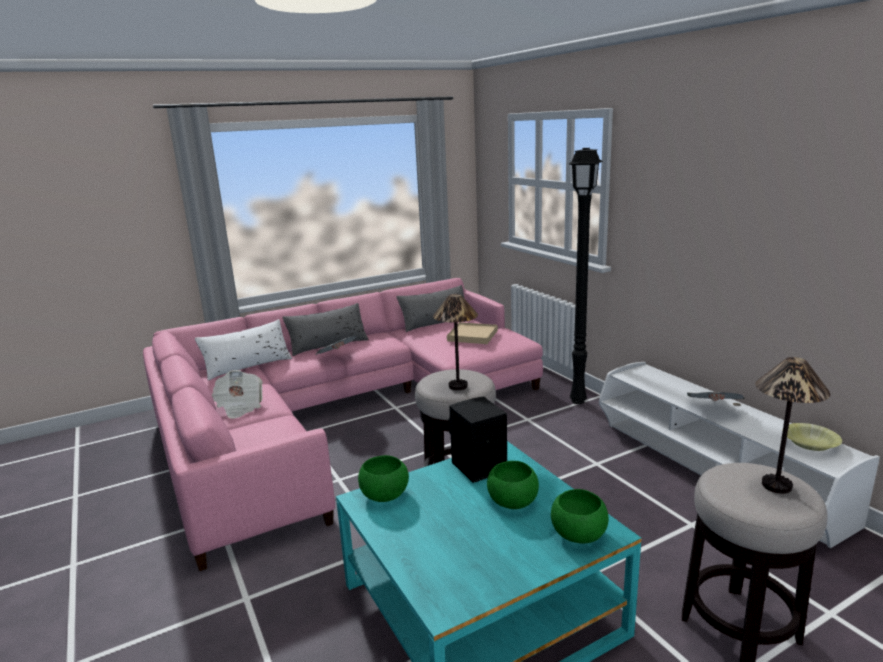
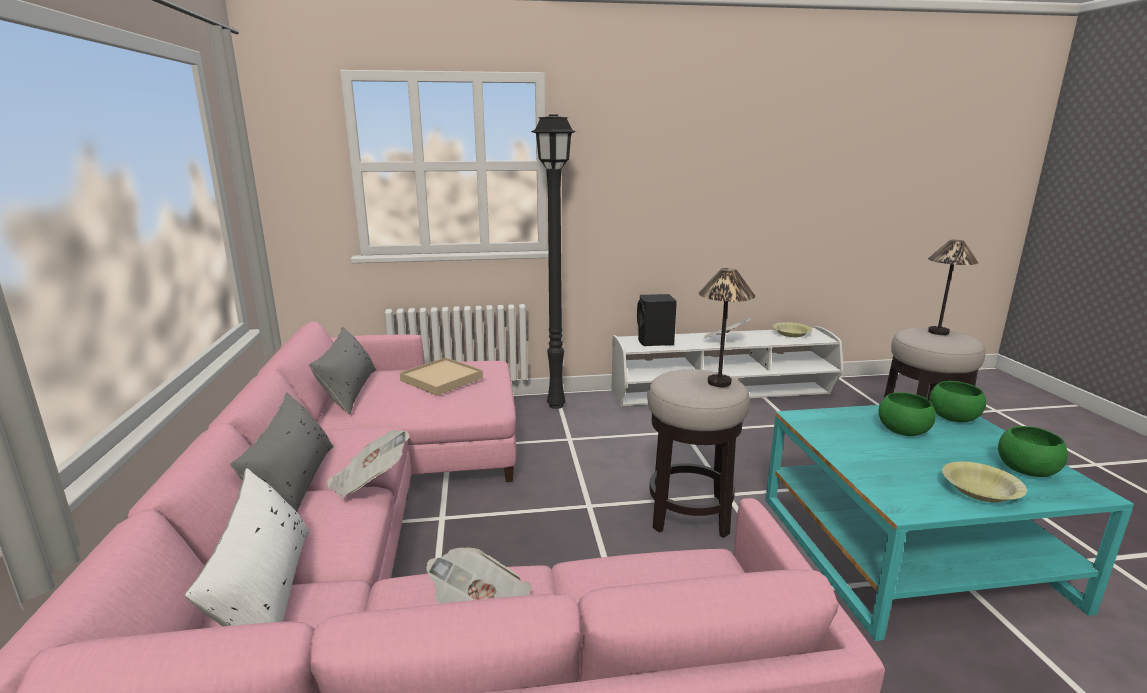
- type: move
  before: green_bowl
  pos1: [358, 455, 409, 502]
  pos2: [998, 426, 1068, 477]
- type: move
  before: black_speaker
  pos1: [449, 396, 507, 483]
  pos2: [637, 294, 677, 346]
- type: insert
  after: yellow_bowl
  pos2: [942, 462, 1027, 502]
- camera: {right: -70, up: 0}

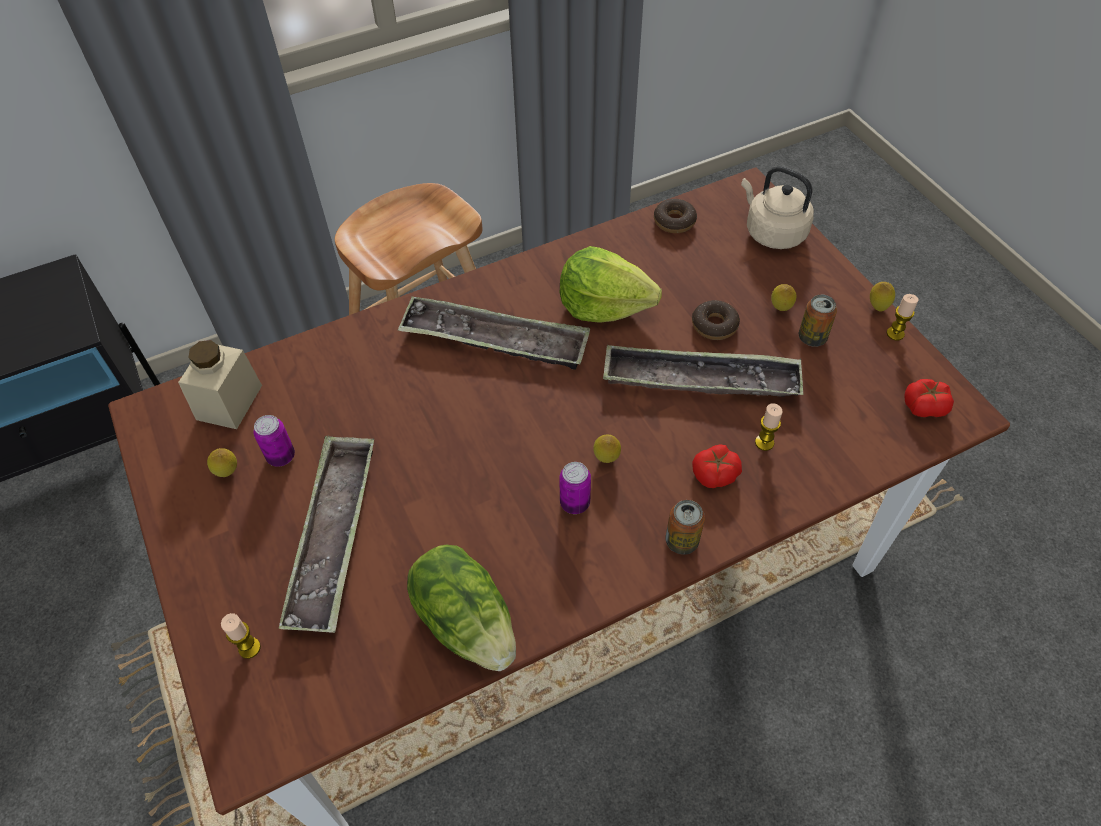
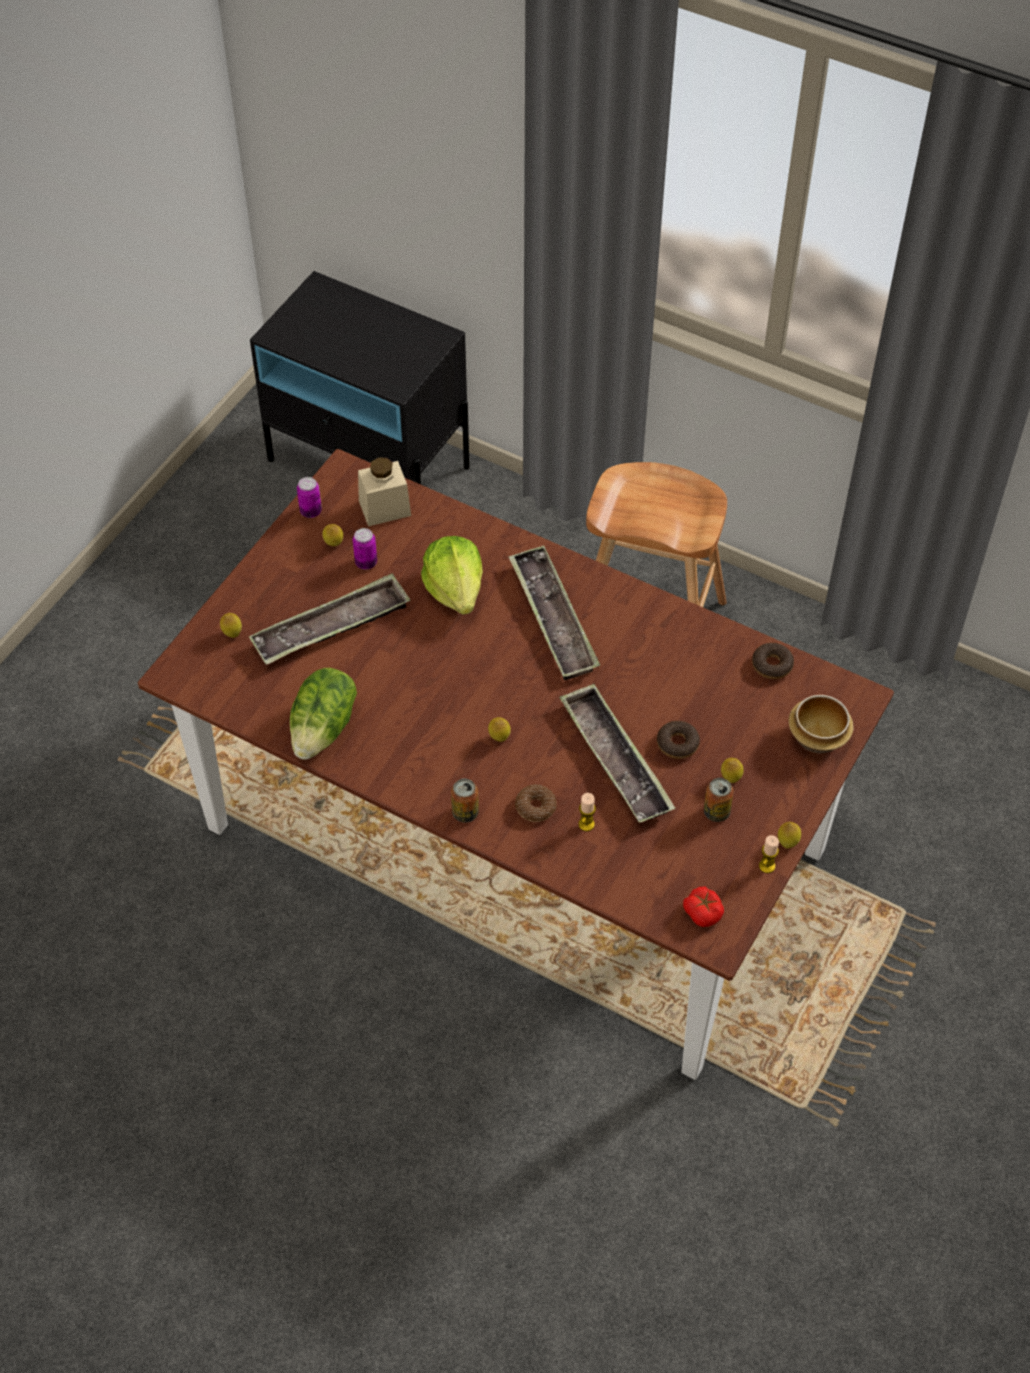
- type: replace
  before: candle
  after: lemon
  pos1: [221, 613, 261, 659]
  pos2: [220, 613, 242, 638]
- type: move
  before: can
  pos1: [559, 462, 591, 514]
  pos2: [297, 477, 322, 518]
- type: move
  before: lettuce
  pos1: [560, 246, 662, 323]
  pos2: [421, 536, 483, 615]
- type: replace
  before: tomato
  after: donut
  pos1: [692, 444, 742, 488]
  pos2: [515, 784, 556, 822]
- type: replace
  before: beige_kettle
  after: bowl
  pos1: [741, 166, 814, 249]
  pos2: [788, 695, 854, 753]
- camera: {right: 55, up: 0}

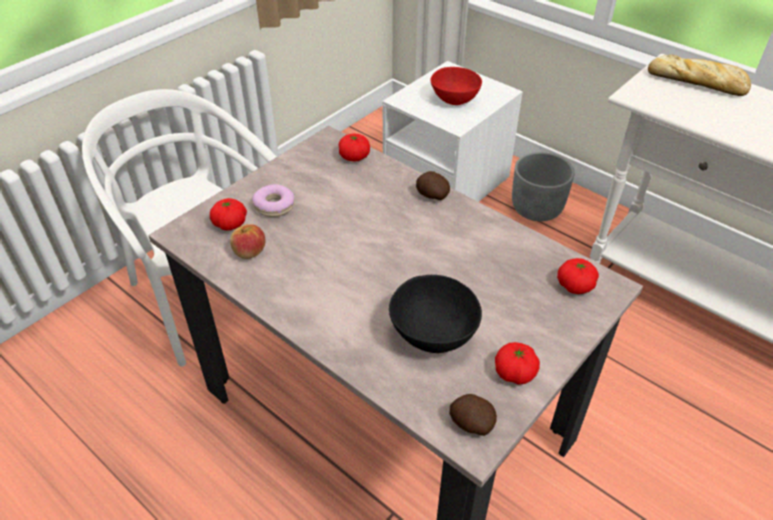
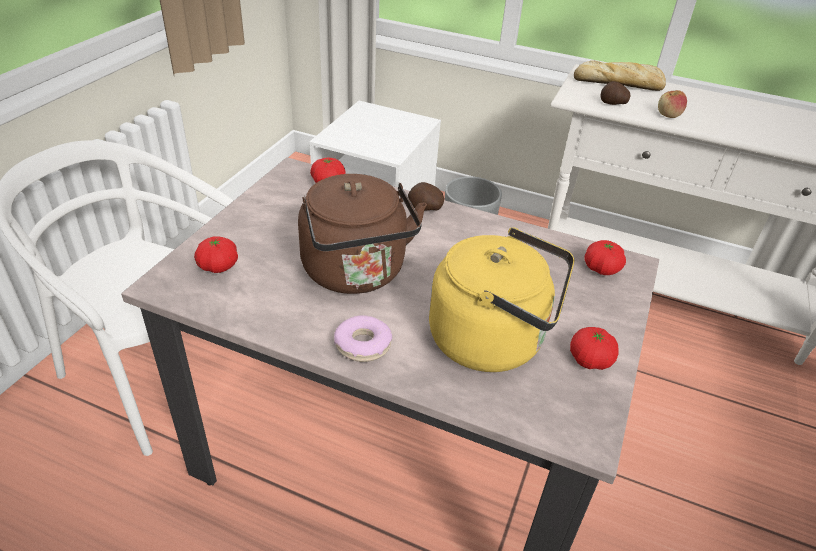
- type: move
  before: apple
  pos1: [230, 224, 266, 259]
  pos2: [658, 90, 687, 118]
- type: move
  before: donut
  pos1: [252, 184, 295, 217]
  pos2: [334, 315, 392, 362]
- type: replace
  before: black_bowl
  after: yellow_kettle
  pos1: [389, 275, 482, 353]
  pos2: [429, 227, 574, 372]
- type: delete
  before: red_bowl
  pos1: [431, 67, 482, 105]
- type: move
  before: potato
  pos1: [449, 394, 497, 436]
  pos2: [600, 81, 631, 105]
- type: insert
  after: brown_kettle
  pos2: [298, 174, 427, 294]
- camera: {right: -20, up: -5}

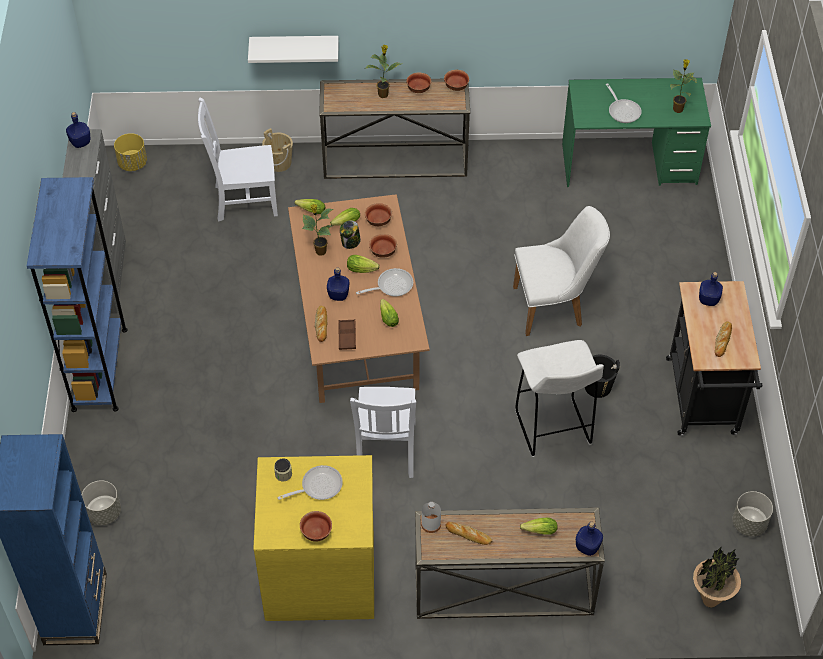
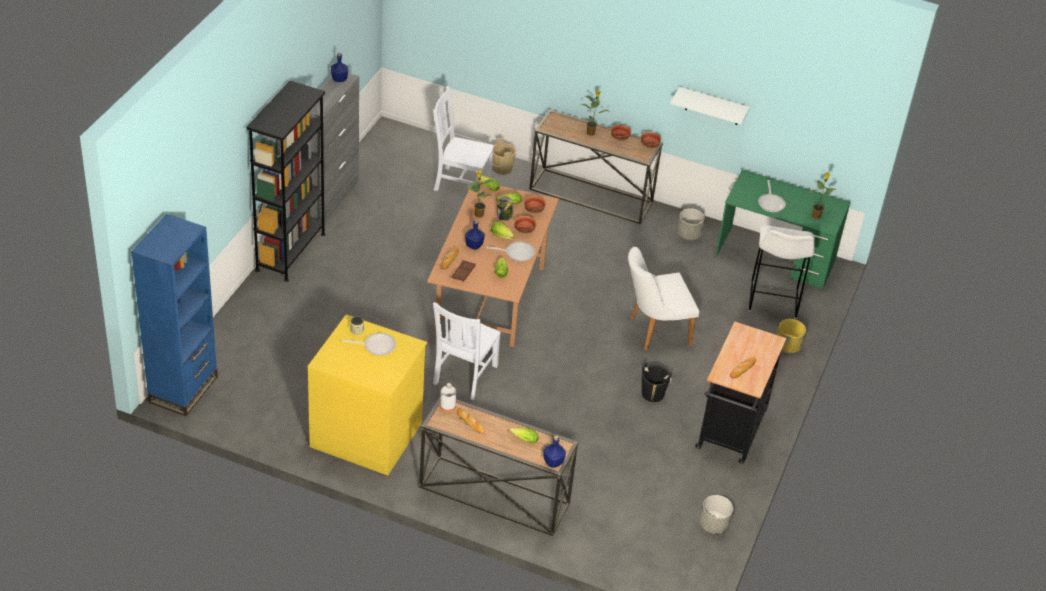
- type: recolor
  before: blue_bookcase
  after: black_bookcase
  pos1: [27, 177, 127, 412]
  pos2: [247, 81, 326, 282]
- type: move
  before: grey_planter
  pos1: [82, 480, 121, 525]
  pos2: [677, 208, 705, 240]
- type: move
  before: yellow_planter
  pos1: [114, 133, 147, 171]
  pos2: [777, 319, 806, 353]
- type: move
  before: white_shelf
  pos1: [248, 36, 339, 63]
  pos2: [670, 87, 750, 125]
- type: delete
  before: bowl
  pos1: [300, 511, 332, 542]
- type: rotate
  before: white_chair
  pos1: [513, 206, 610, 336]
  pos2: [628, 247, 699, 350]
  turn: 150
- type: move
  before: white_stool
  pos1: [515, 340, 604, 457]
  pos2: [748, 225, 815, 319]
- type: delete
  before: potted_plant
  pos1: [693, 546, 741, 608]
- type: delete
  before: blue_bottle
  pos1: [699, 272, 723, 306]
- camera: {right: 20, up: -10}

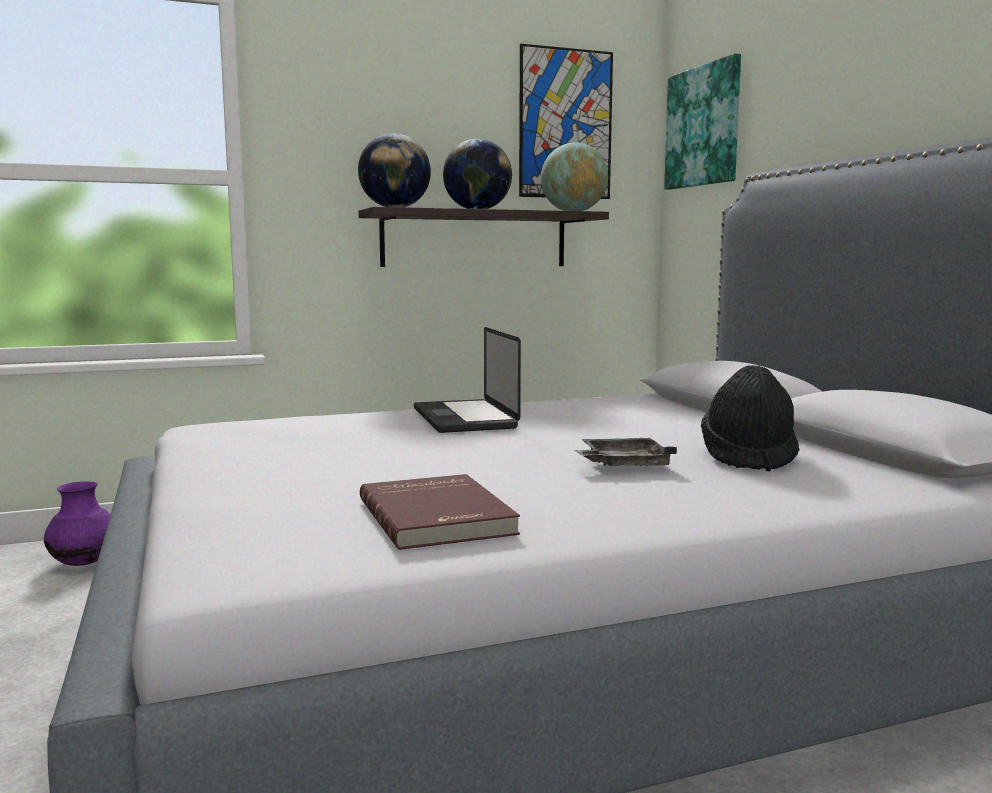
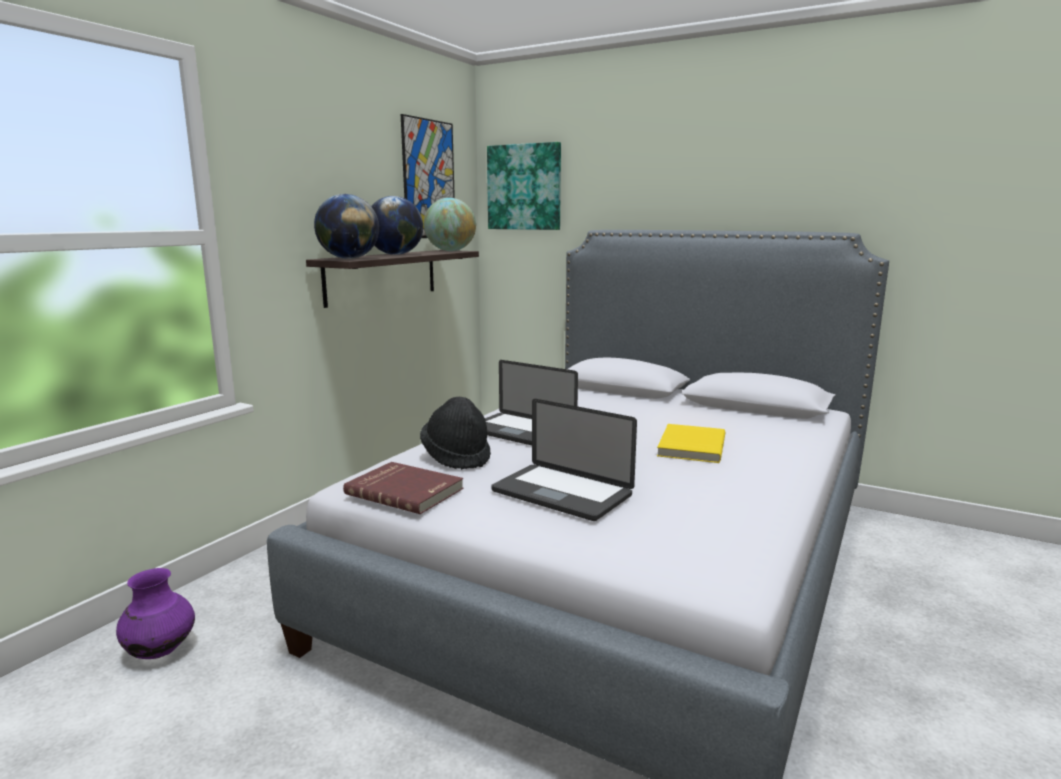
- type: move
  before: red_book
  pos1: [360, 474, 520, 550]
  pos2: [343, 462, 464, 514]
- type: replace
  before: grey_tray
  after: yellow_book
  pos1: [574, 438, 677, 466]
  pos2: [657, 424, 725, 463]
- type: move
  before: black_hat
  pos1: [701, 365, 800, 471]
  pos2: [420, 397, 491, 470]
- type: insert
  after: laptop
  pos2: [491, 399, 637, 521]
- camera: {right: -40, up: 5}

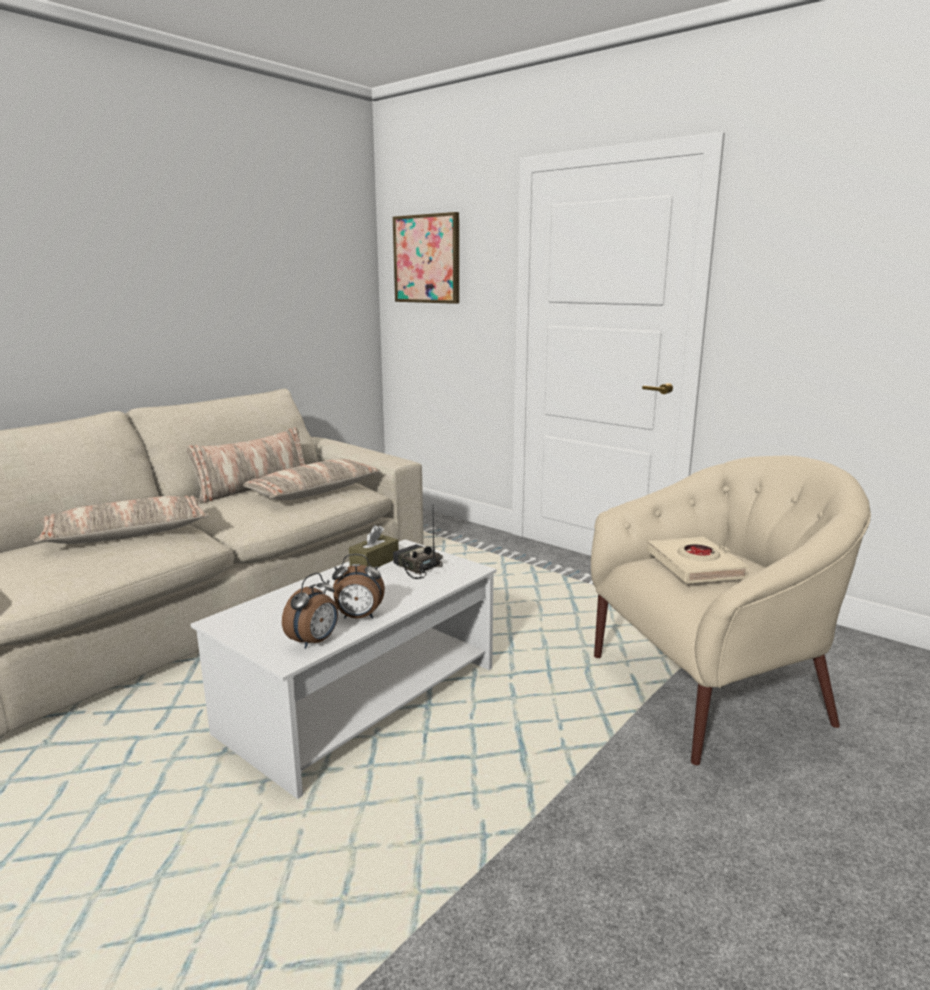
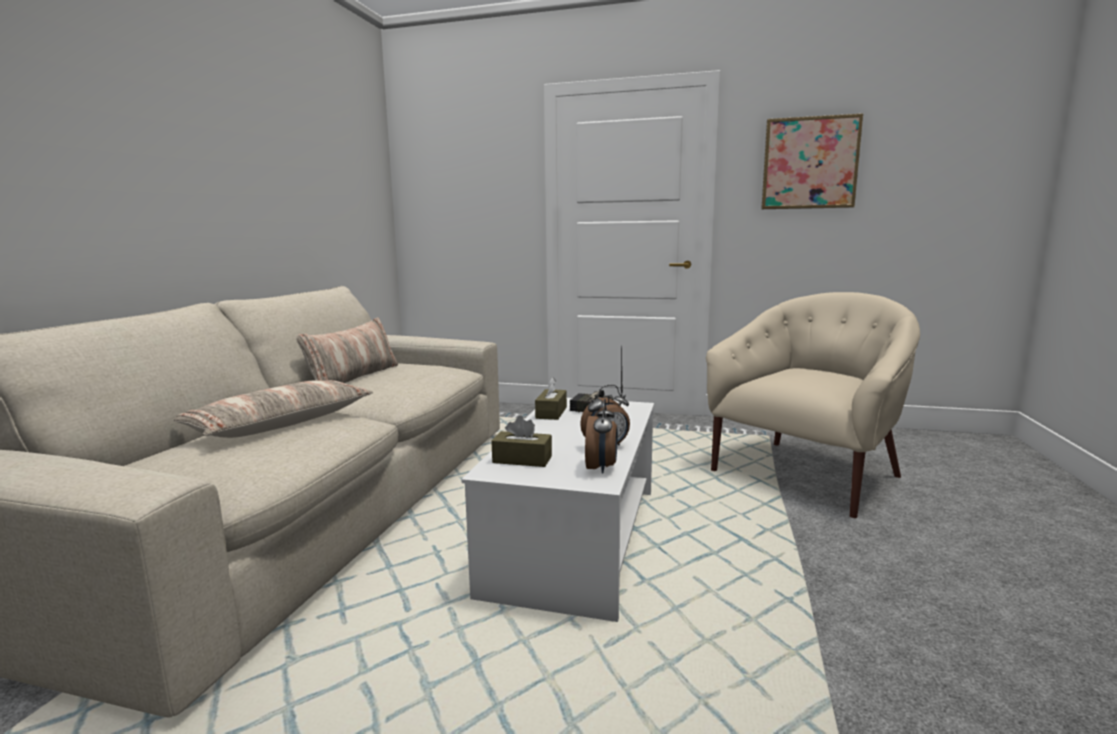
- type: delete
  before: pillow
  pos1: [243, 459, 380, 500]
- type: move
  before: picture
  pos1: [393, 212, 459, 304]
  pos2: [761, 113, 863, 209]
- type: delete
  before: beige_book
  pos1: [647, 537, 749, 584]
- type: insert
  after: brown_tissue_box
  pos2: [492, 416, 552, 467]
- camera: {right: -25, up: -5}

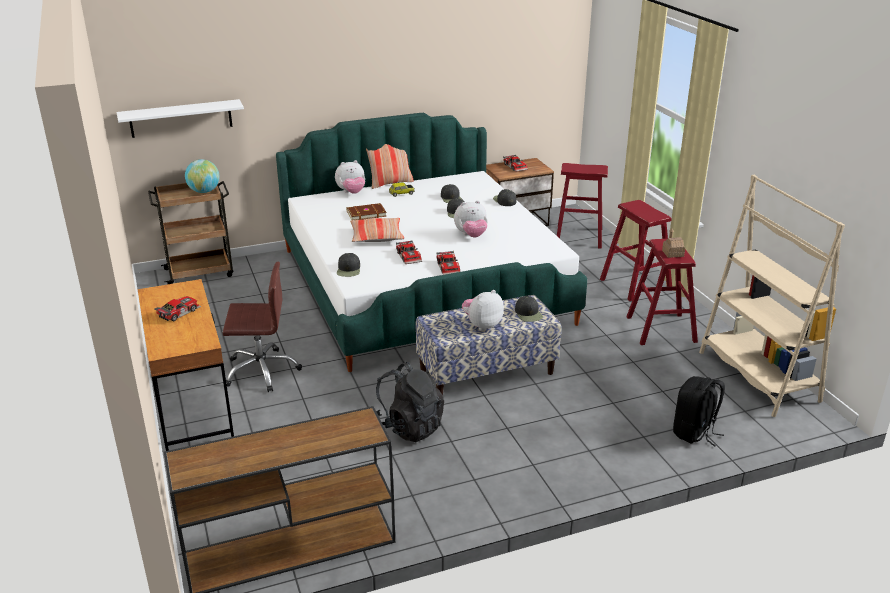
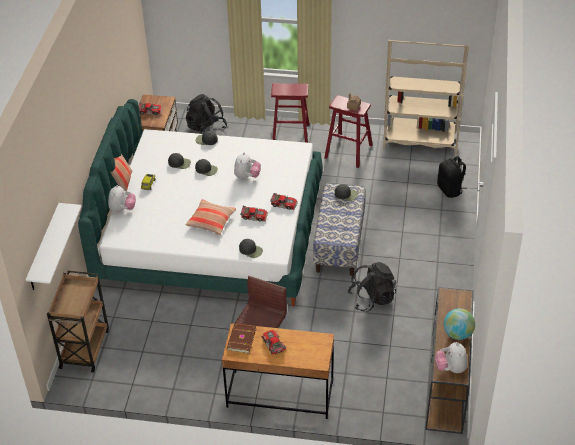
- type: move
  before: globe
  pos1: [185, 159, 220, 193]
  pos2: [444, 308, 475, 340]
- type: move
  before: brown_book
  pos1: [347, 203, 387, 220]
  pos2: [226, 323, 256, 354]
- type: move
  before: plush_toy
  pos1: [462, 290, 504, 331]
  pos2: [435, 342, 467, 373]
- type: replace
  before: red_stool
  after: black_backpack
  pos1: [557, 163, 608, 249]
  pos2: [186, 94, 227, 134]
- camera: {right: -60, up: 15}

